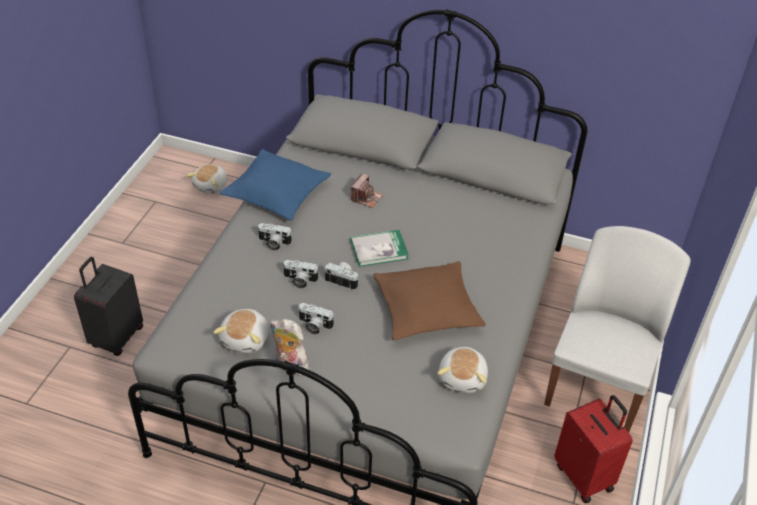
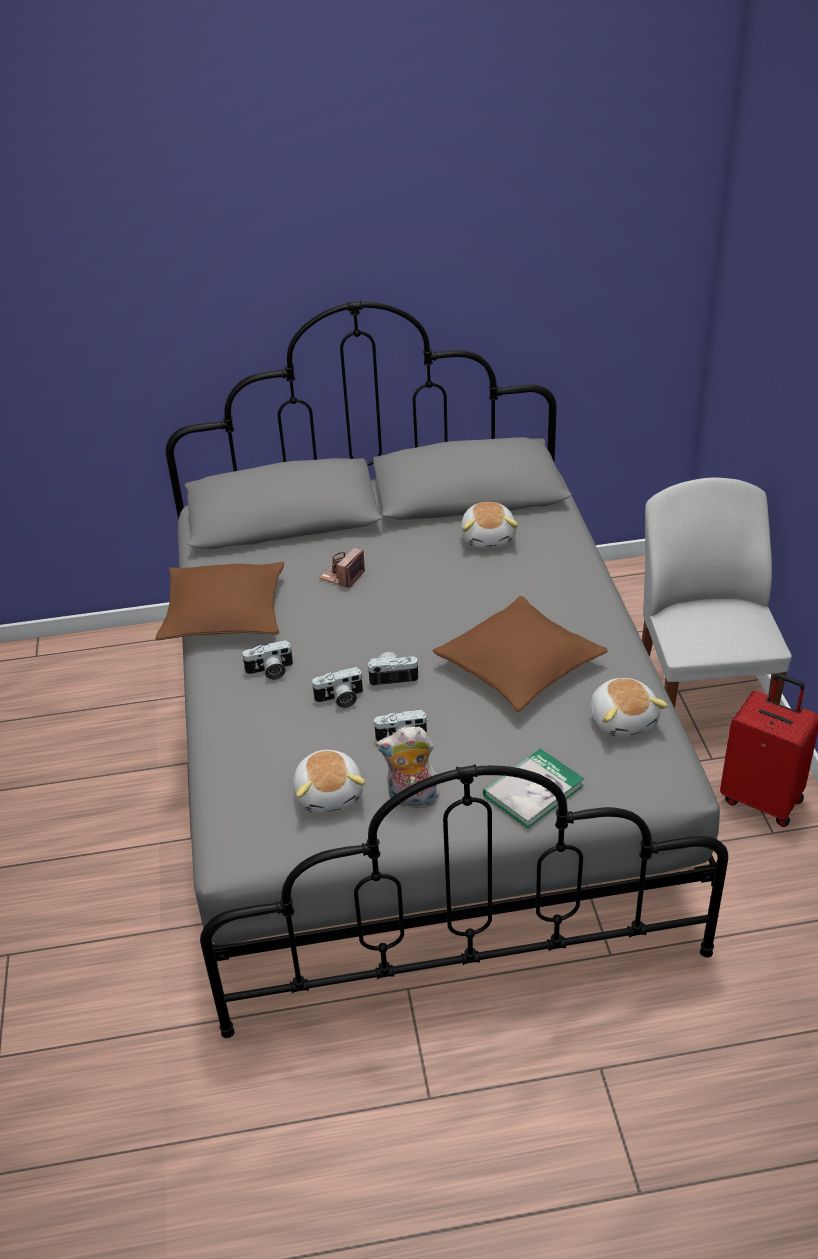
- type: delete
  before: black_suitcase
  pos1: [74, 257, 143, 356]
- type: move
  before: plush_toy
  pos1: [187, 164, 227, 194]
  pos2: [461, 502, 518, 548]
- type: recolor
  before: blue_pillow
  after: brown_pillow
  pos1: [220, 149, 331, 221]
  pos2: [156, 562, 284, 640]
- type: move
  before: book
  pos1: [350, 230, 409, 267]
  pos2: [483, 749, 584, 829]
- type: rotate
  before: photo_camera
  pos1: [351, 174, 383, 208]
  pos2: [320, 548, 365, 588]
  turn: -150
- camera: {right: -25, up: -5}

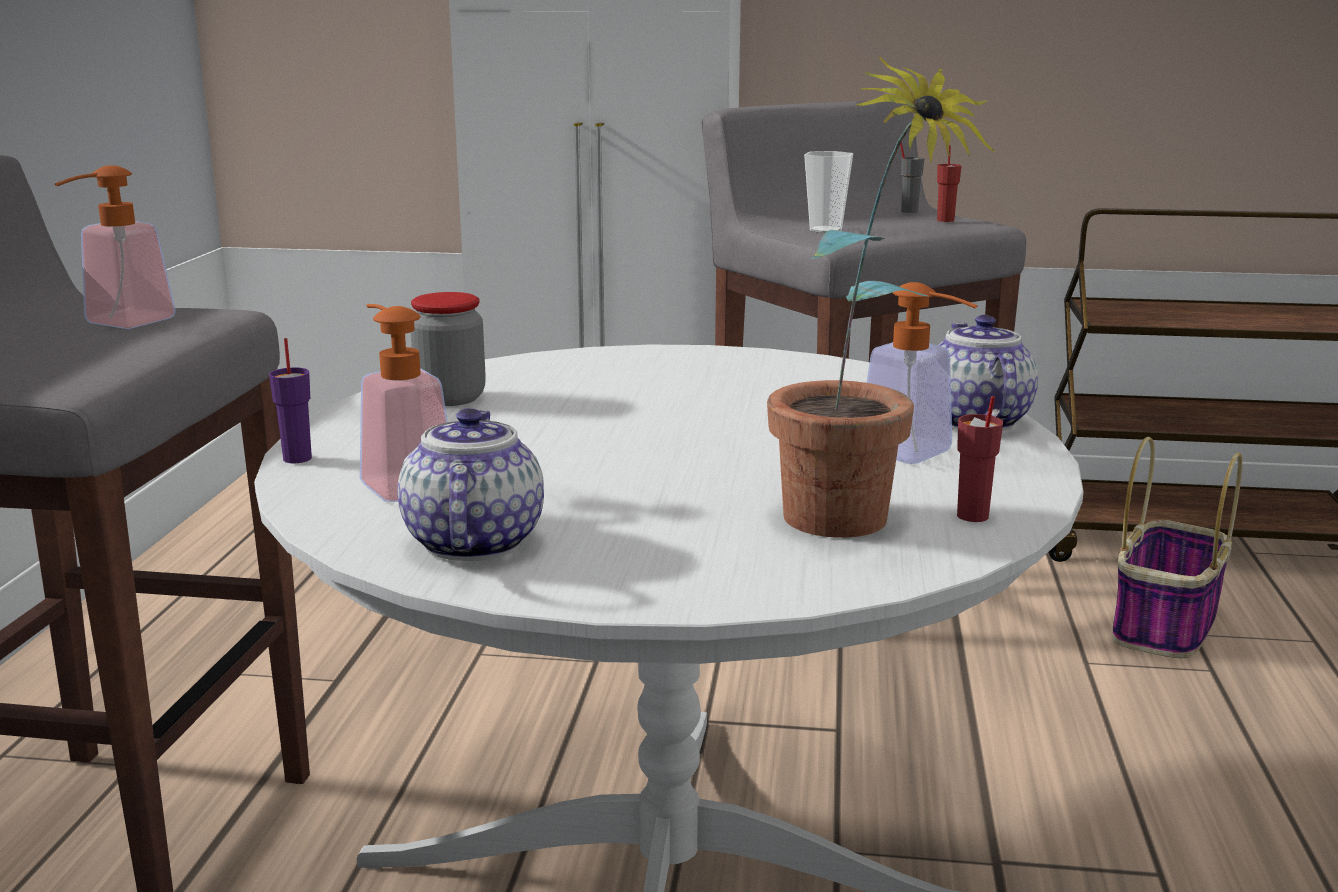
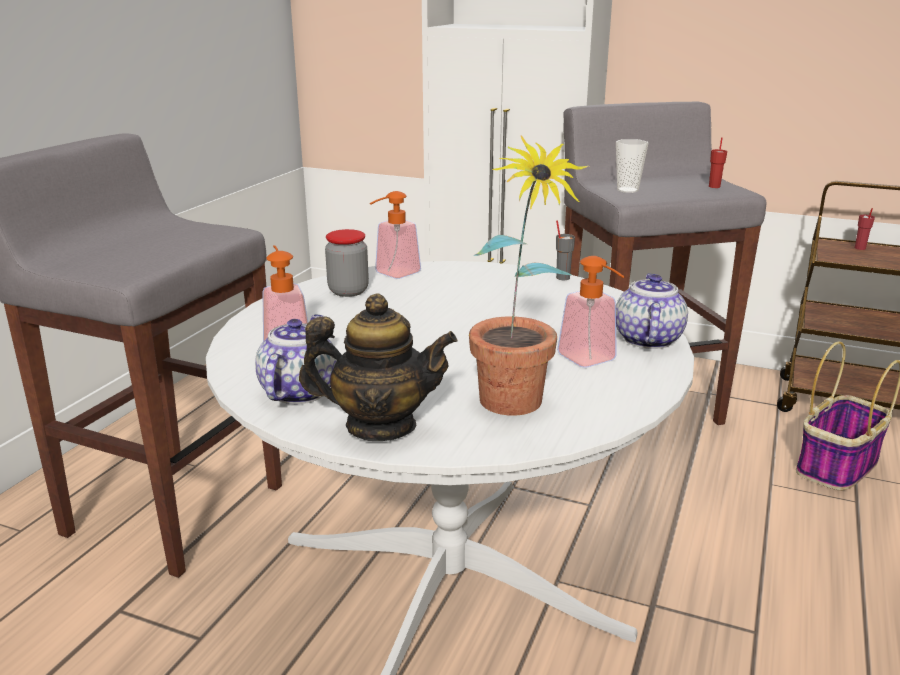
- type: move
  before: soap_dispenser
  pos1: [55, 165, 176, 329]
  pos2: [370, 191, 421, 279]
- type: delete
  before: purple_cup
  pos1: [269, 338, 312, 463]
- type: move
  before: grey_cup
  pos1: [900, 141, 924, 213]
  pos2: [556, 220, 575, 280]
- type: move
  before: red_cup
  pos1: [957, 396, 1003, 522]
  pos2: [855, 208, 875, 250]
- type: insert
  after: teapot
  pos2: [299, 293, 457, 441]
- camera: {right: 15, up: 5}

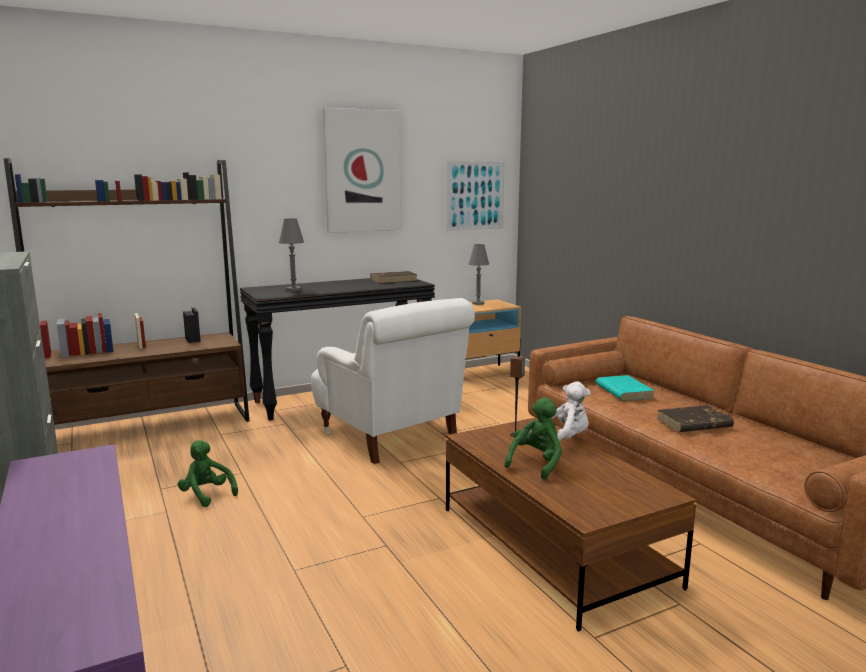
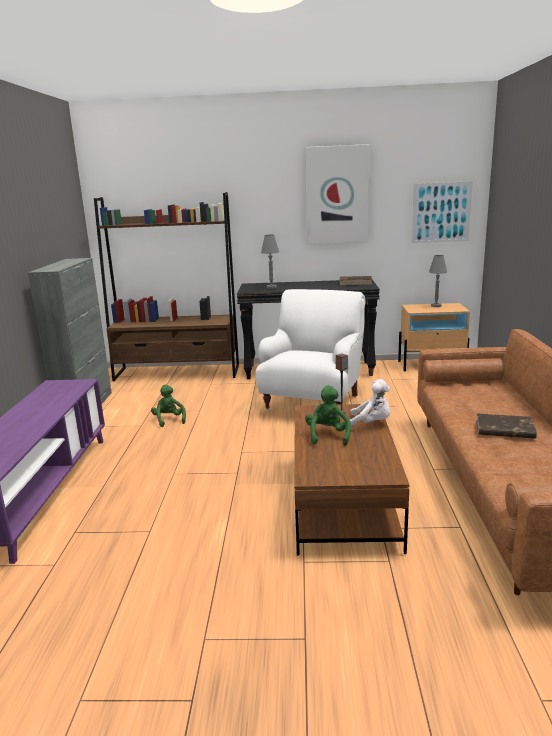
- type: rotate
  before: white_armchair
  pos1: [311, 298, 475, 464]
  pos2: [256, 289, 366, 412]
  turn: -150
- type: rotate
  before: green_plush_toy
  pos1: [504, 397, 562, 480]
  pos2: [305, 386, 351, 446]
  turn: -60
- type: delete
  before: turquoise_book
  pos1: [596, 375, 655, 401]
- camera: {right: 30, up: 5}

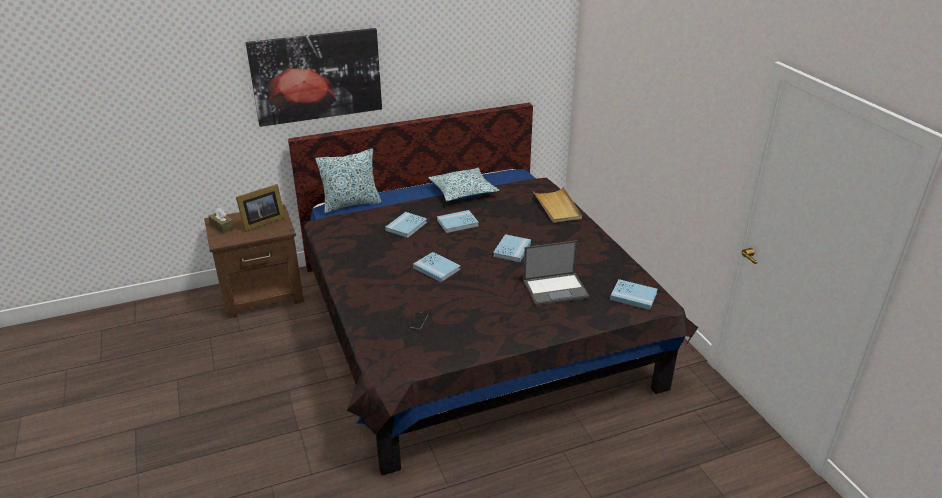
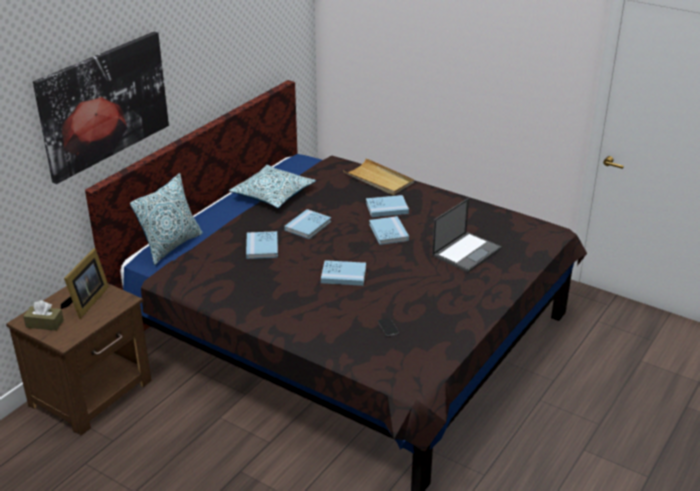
- type: move
  before: blue_book
  pos1: [610, 279, 658, 310]
  pos2: [366, 195, 409, 217]
- camera: {right: -35, up: 0}

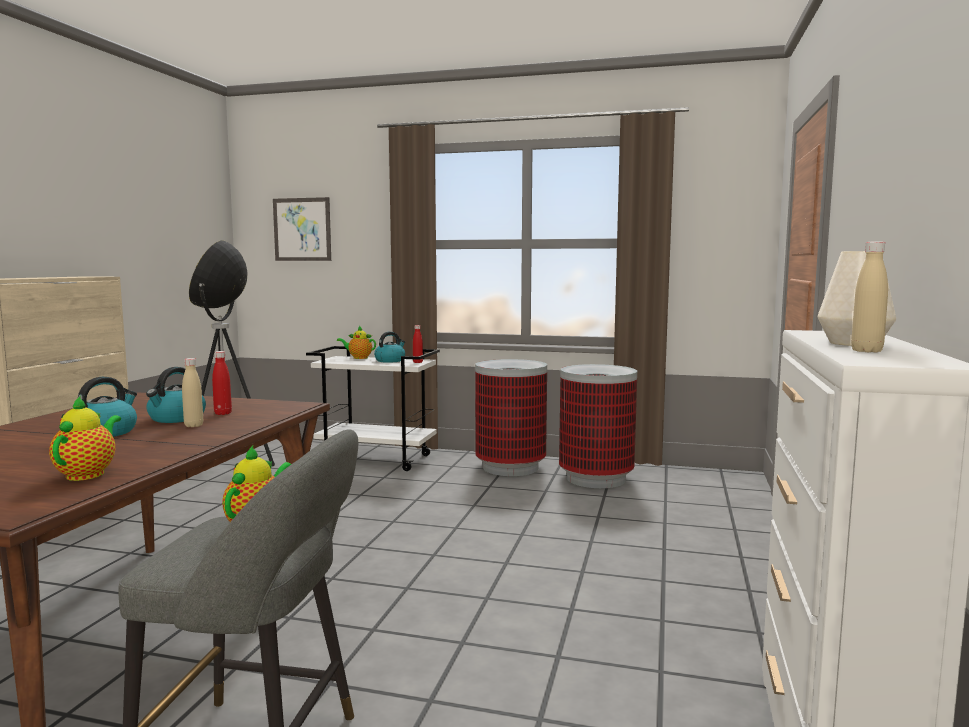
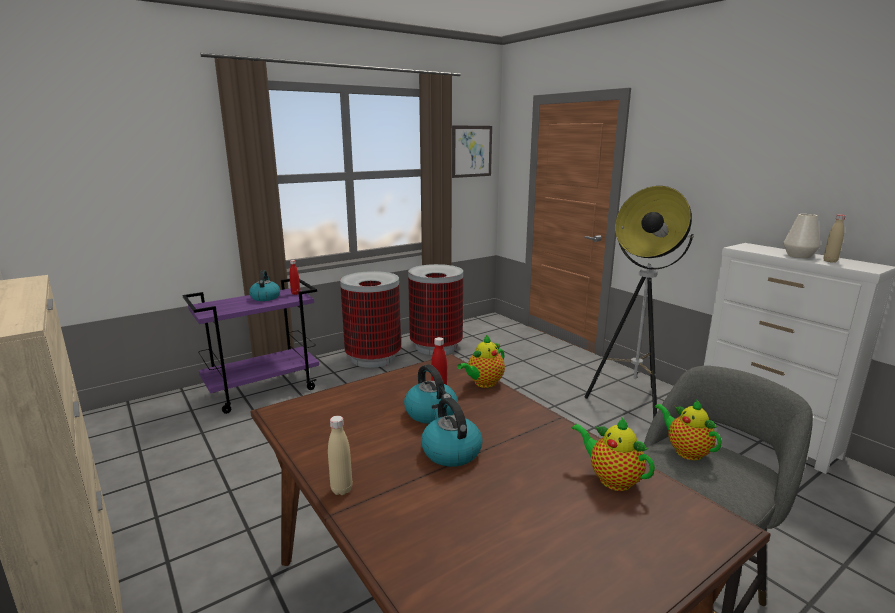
- type: move
  before: beige_bottle
  pos1: [182, 358, 203, 427]
  pos2: [328, 416, 352, 495]
- type: move
  before: floor_lamp
  pos1: [189, 240, 275, 466]
  pos2: [585, 186, 694, 419]
- type: move
  before: picture
  pos1: [273, 197, 331, 261]
  pos2: [452, 125, 492, 178]
- type: recolor
  before: white_cart
  after: purple_cart
  pos1: [306, 346, 440, 471]
  pos2: [182, 279, 320, 414]
- type: move
  before: teapot
  pos1: [337, 326, 376, 359]
  pos2: [457, 335, 505, 388]
- camera: {right: -50, up: 10}

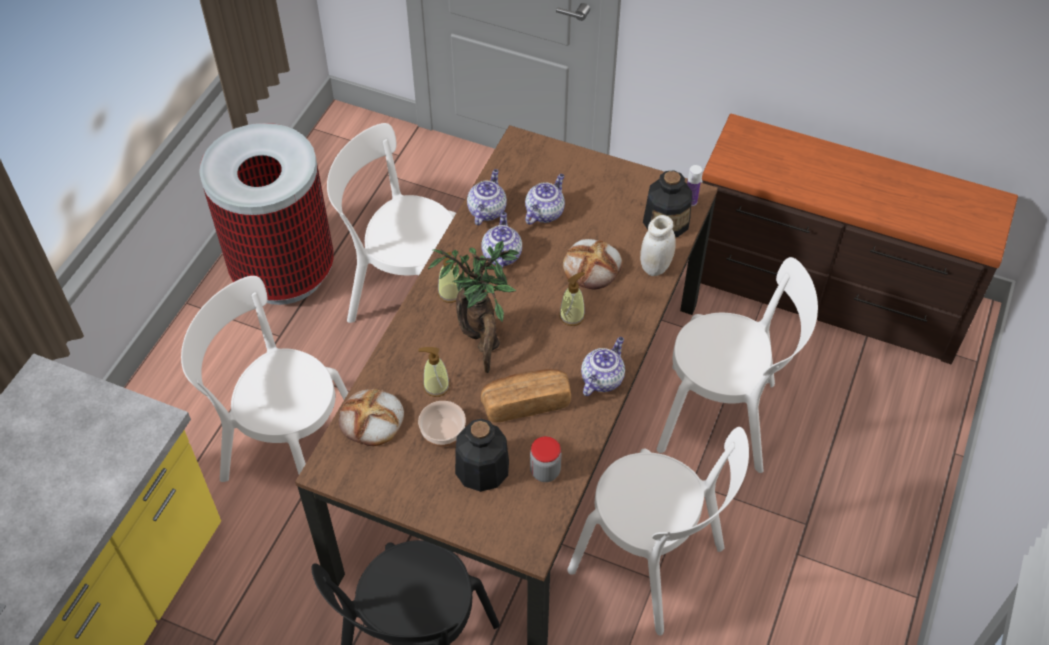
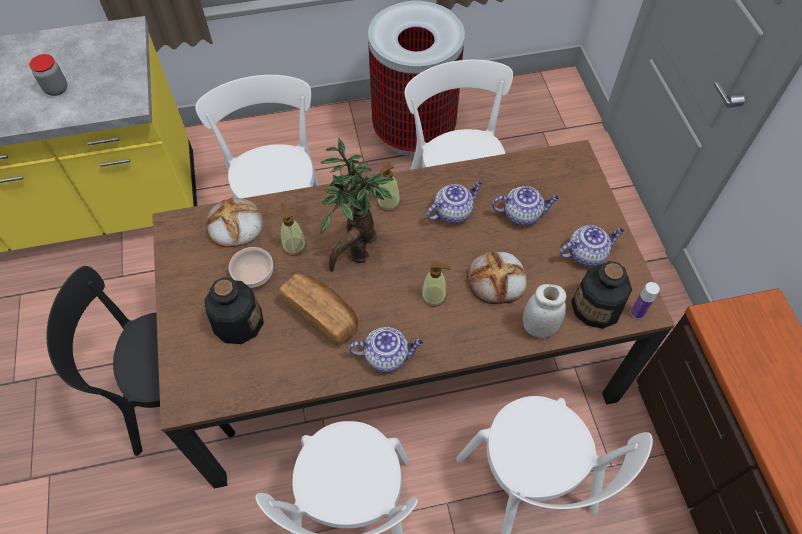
- type: move
  before: teapot
  pos1: [467, 169, 507, 225]
  pos2: [559, 225, 624, 267]
- type: move
  before: jar
  pos1: [530, 436, 562, 482]
  pos2: [29, 54, 67, 96]
- camera: {right: 55, up: 5}

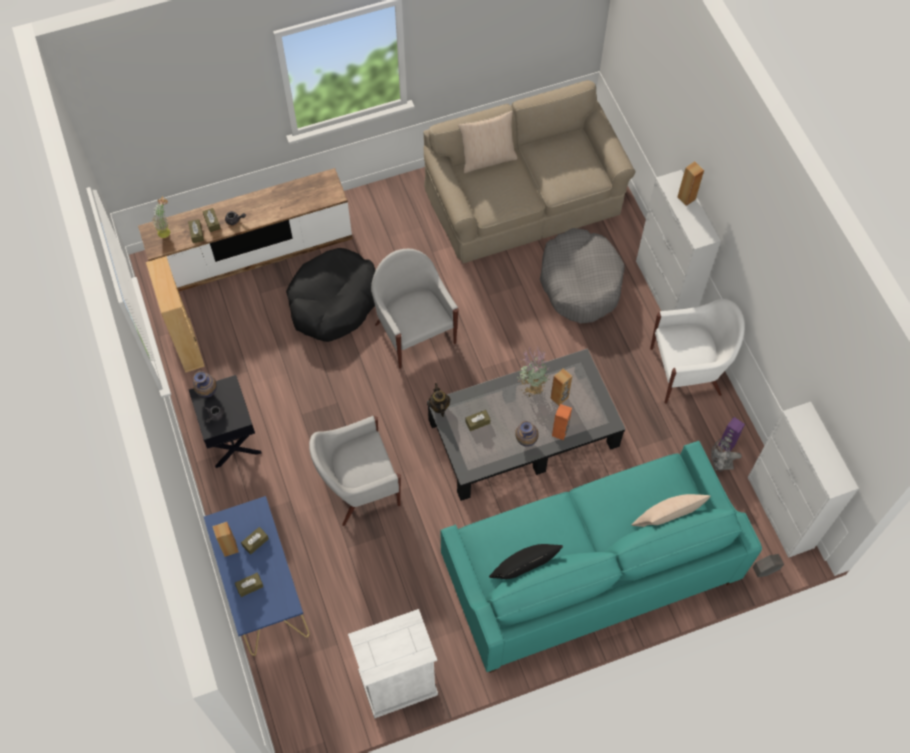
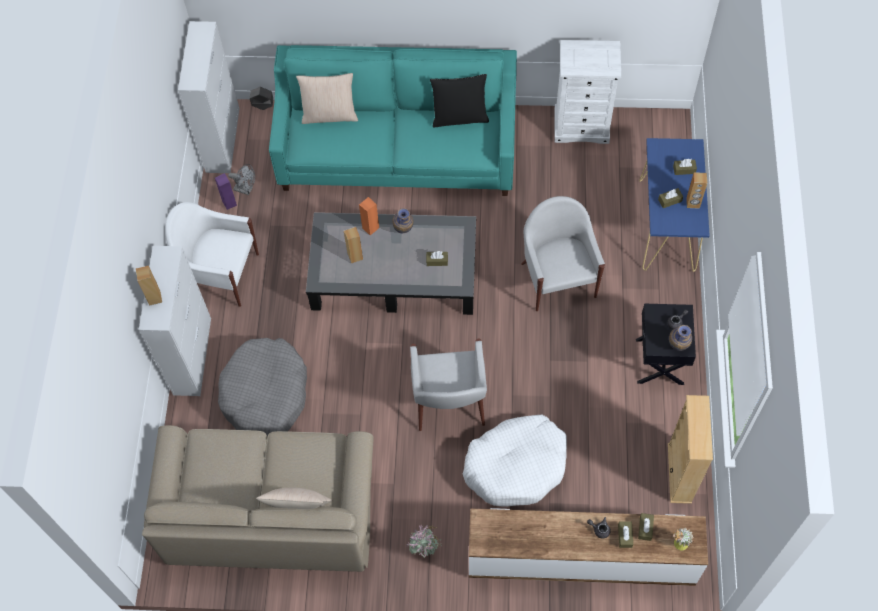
- type: recolor
  before: black_dog_bed
  after: white_dog_bed
  pos1: [286, 248, 376, 342]
  pos2: [463, 415, 567, 507]
- type: rotate
  before: white_armchair
  pos1: [309, 416, 401, 526]
  pos2: [521, 196, 605, 311]
  turn: -105
- type: delete
  before: teapot
  pos1: [428, 383, 451, 417]
- type: move
  before: potted_plant
  pos1: [517, 346, 550, 397]
  pos2: [407, 524, 442, 558]
- camera: {right: -155, up: 0}

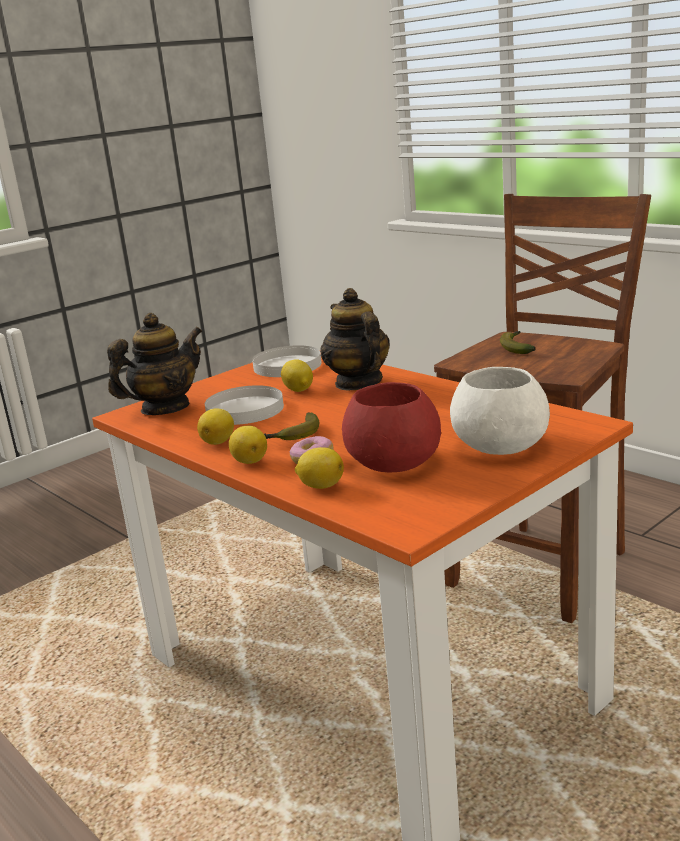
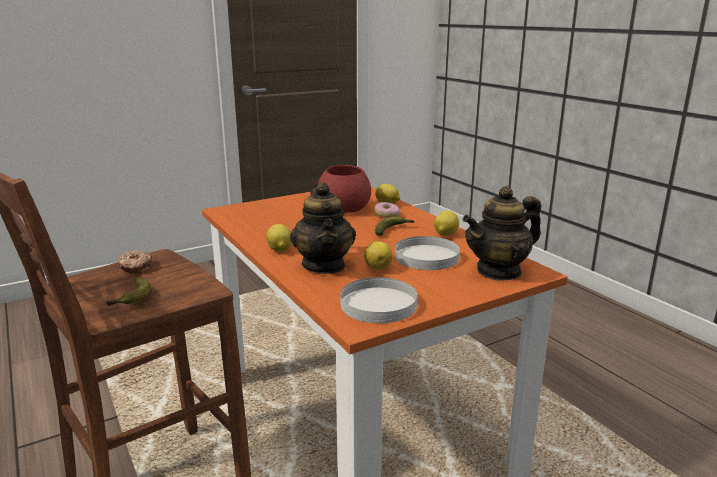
- type: move
  before: lemon
  pos1: [229, 426, 267, 464]
  pos2: [266, 224, 292, 252]
- type: delete
  before: white_bowl
  pos1: [450, 367, 550, 455]
- type: insert
  after: donut
  pos2: [119, 250, 152, 274]
- camera: {right: -170, up: 0}

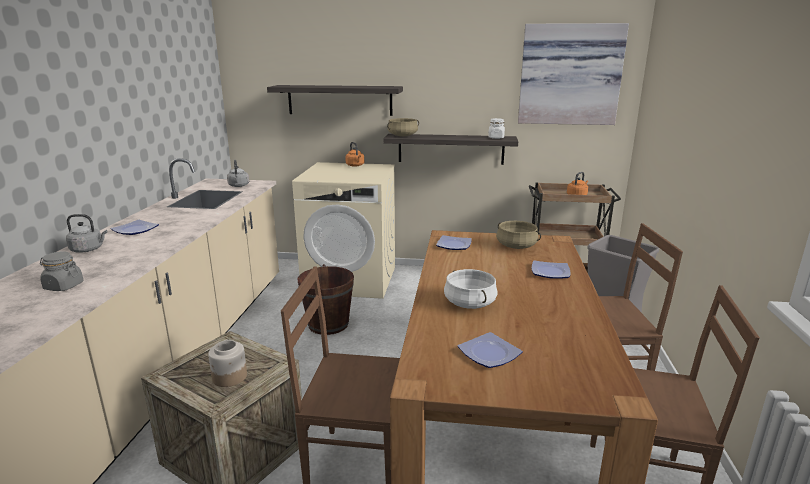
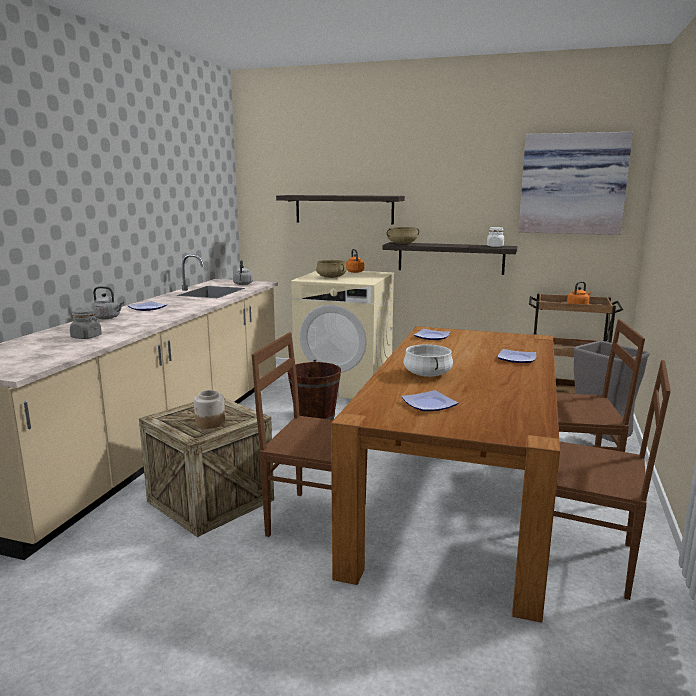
- type: move
  before: beige_cooking_pot
  pos1: [496, 221, 541, 249]
  pos2: [316, 260, 347, 278]
- camera: {right: 10, up: -5}

